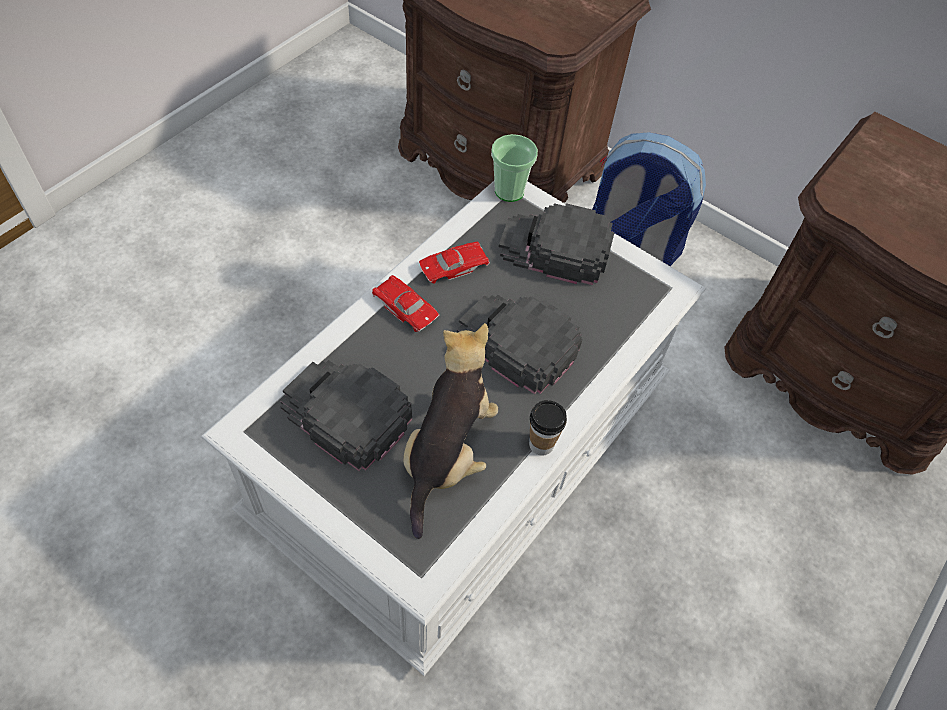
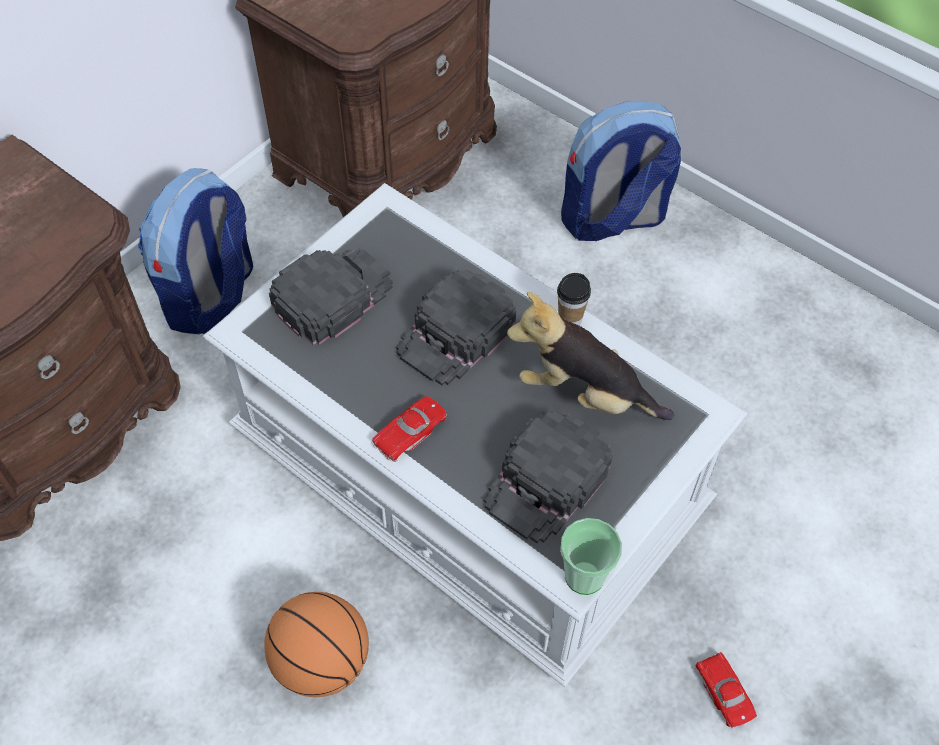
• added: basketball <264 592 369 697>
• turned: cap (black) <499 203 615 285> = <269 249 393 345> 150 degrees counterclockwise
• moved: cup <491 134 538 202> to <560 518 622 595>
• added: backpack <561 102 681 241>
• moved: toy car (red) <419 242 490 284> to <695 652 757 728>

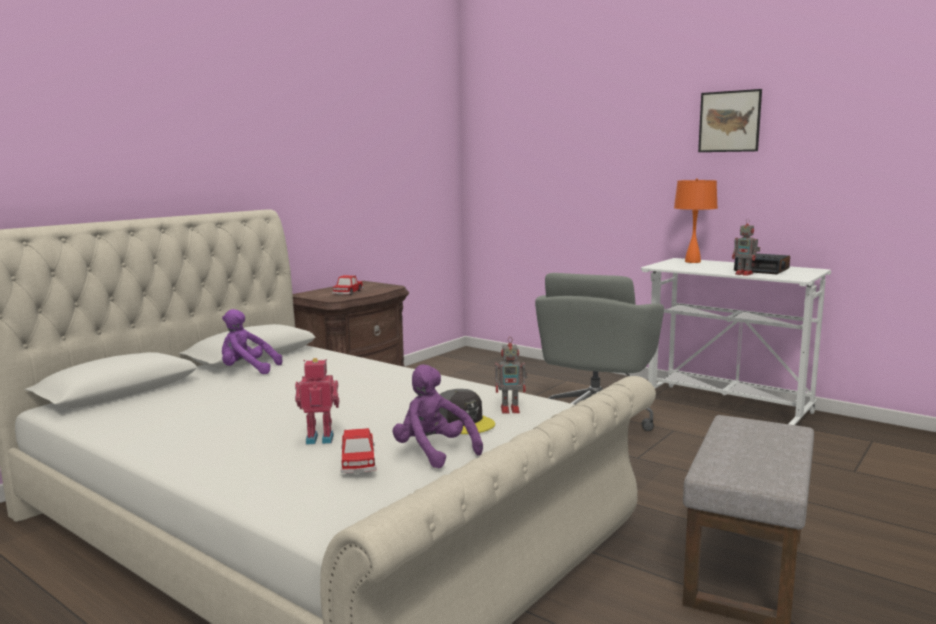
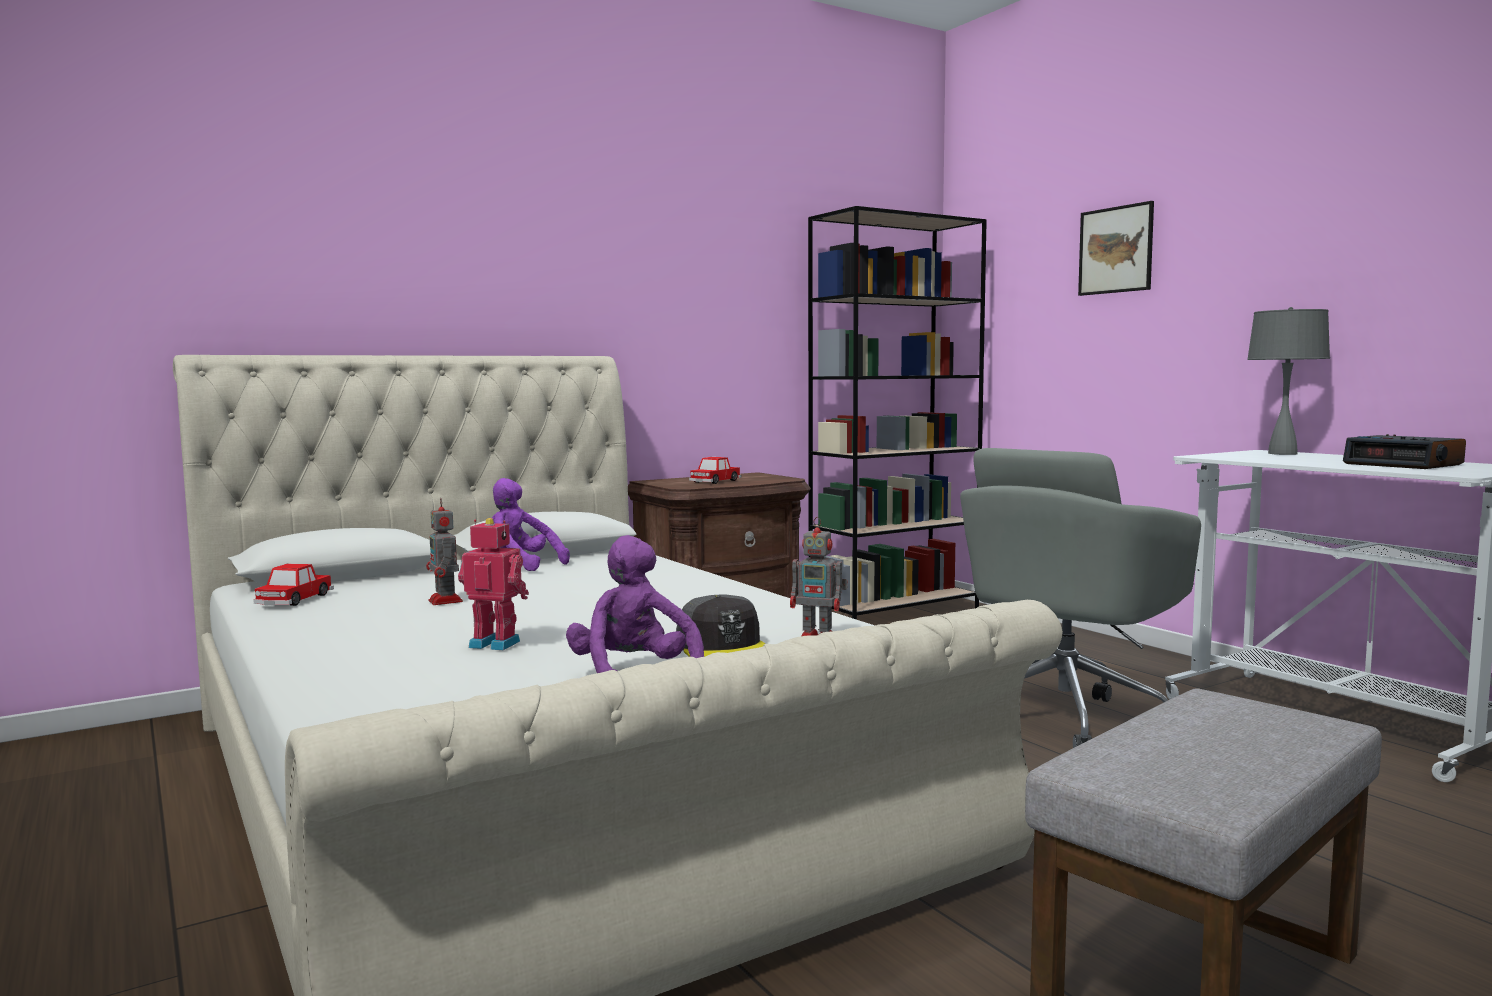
• moved: toy car <340 428 377 474> to <253 564 334 606>
• moved: toy robot <732 219 760 276> to <426 498 463 605>
• added: bookcase (beige) <808 206 987 620>
• moved: picture <698 89 762 152> to <1078 201 1154 296>
• recoloured: table lamp (orange) <674 178 717 263> to table lamp (grey) <1247 307 1330 455>

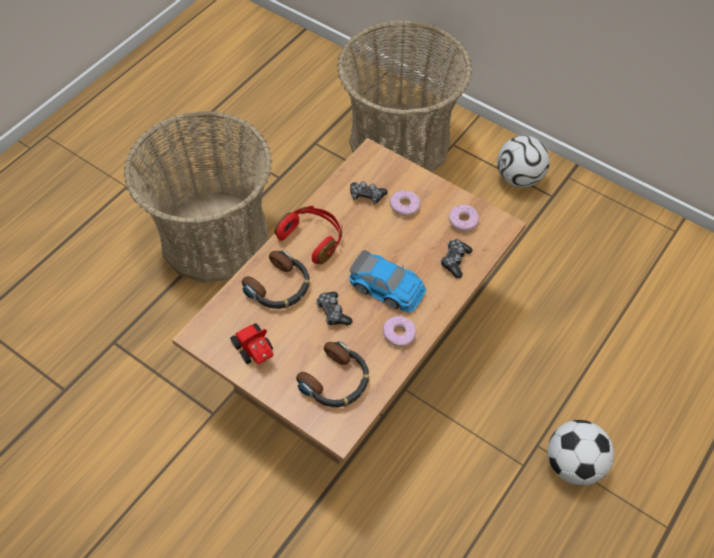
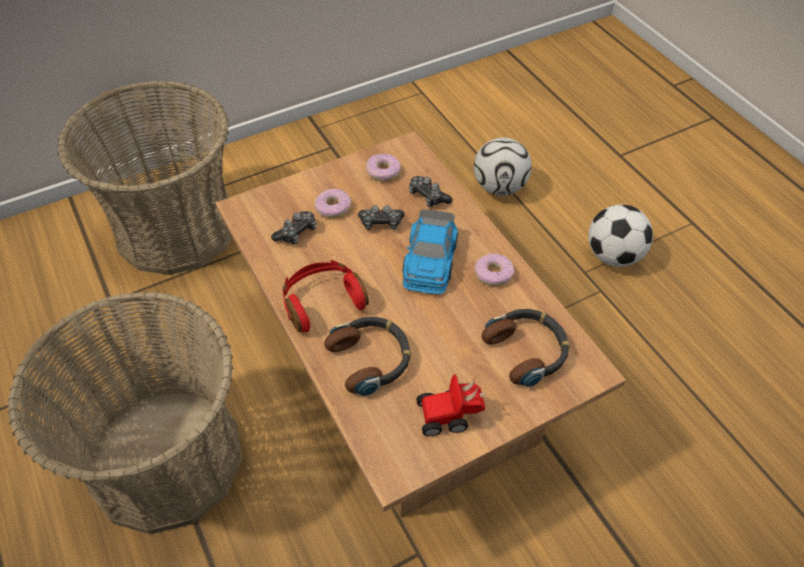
• moved: game controller <316 292 353 325> to <358 205 404 230>
• turned: toy car <349 250 426 313> = <402 210 458 294> 135 degrees clockwise
• moved: football <497 135 550 188> to <474 137 532 196>

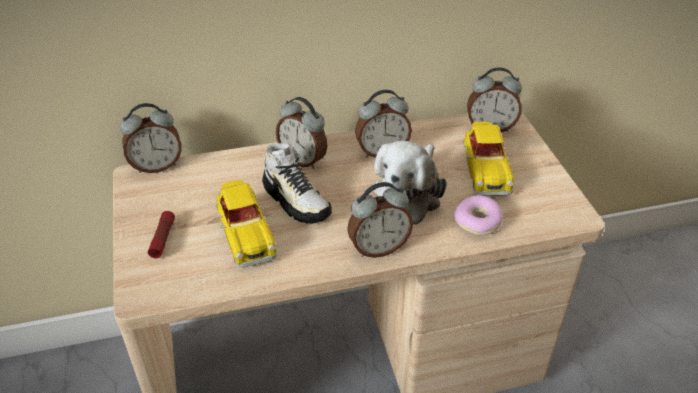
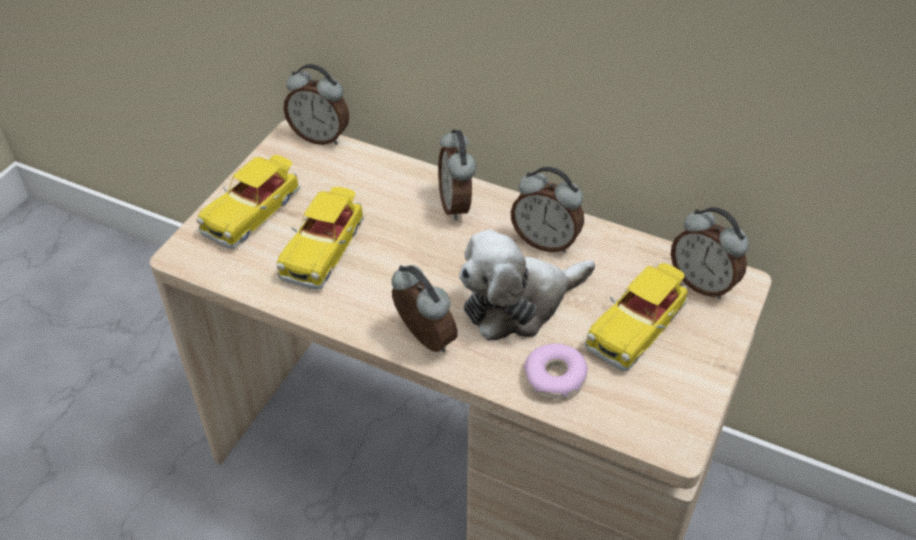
• replaced: flashlight <148 211 175 258> to toy car <196 155 300 249>
• turned: alarm clock <347 182 413 258> = <391 265 458 352> 150 degrees counterclockwise
• removed: shoe <262 143 332 224>

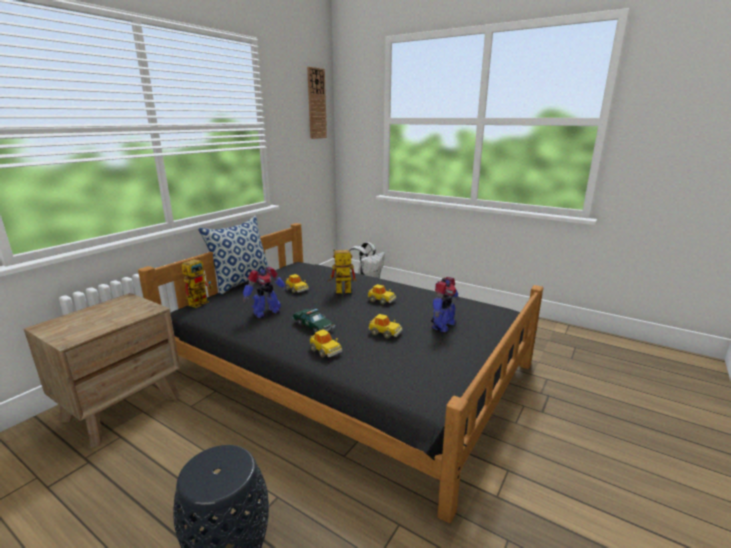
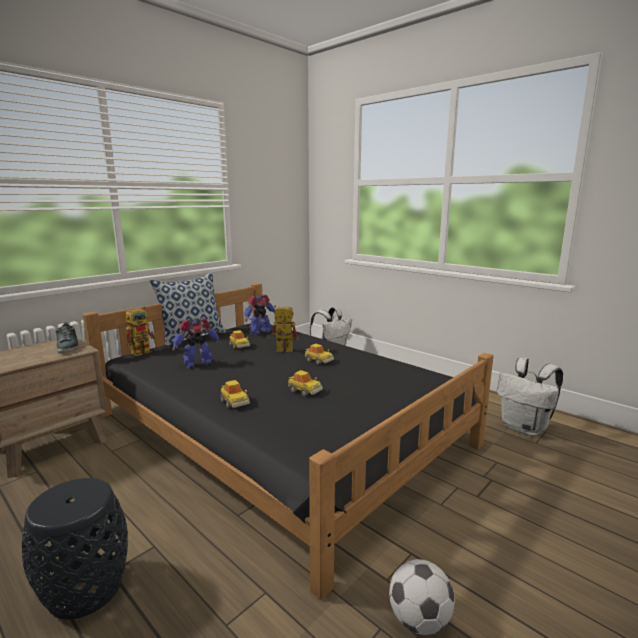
• added: shoe <56 322 79 353>
• moved: toy robot <431 277 459 332> to <244 294 275 335>
• added: football <389 559 455 635>
• added: backpack (white) <497 358 563 436>
• removed: toy car <292 309 335 333>
• removed: wall clock <307 67 327 139>

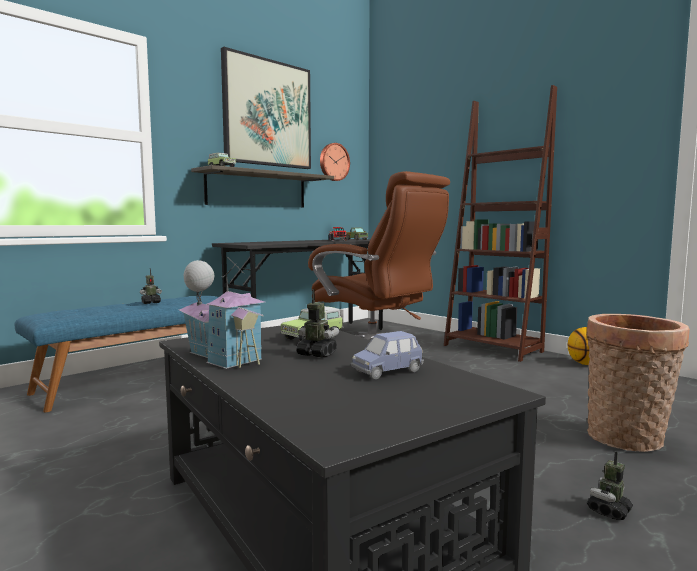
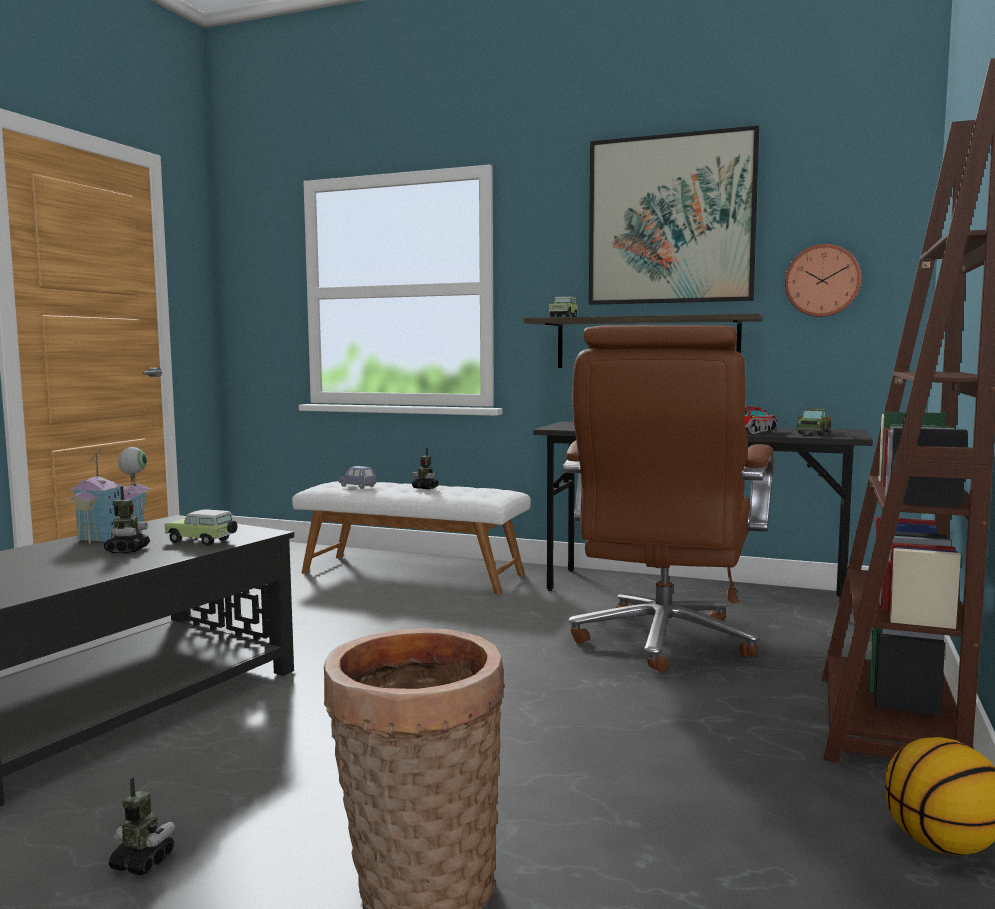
• recoloured: bench (blue) <15 296 219 412> to bench (white) <292 481 531 594>
• moved: toy car (blue) <351 331 424 379> to <339 466 377 489>

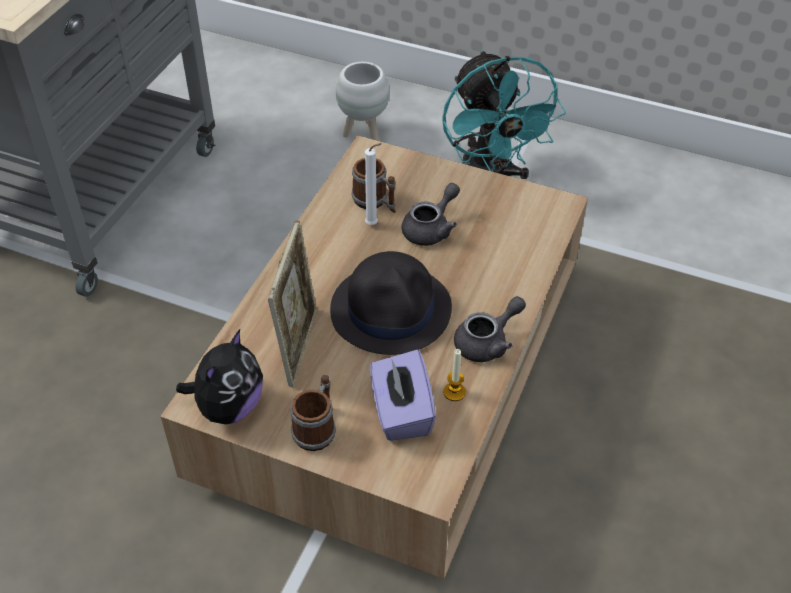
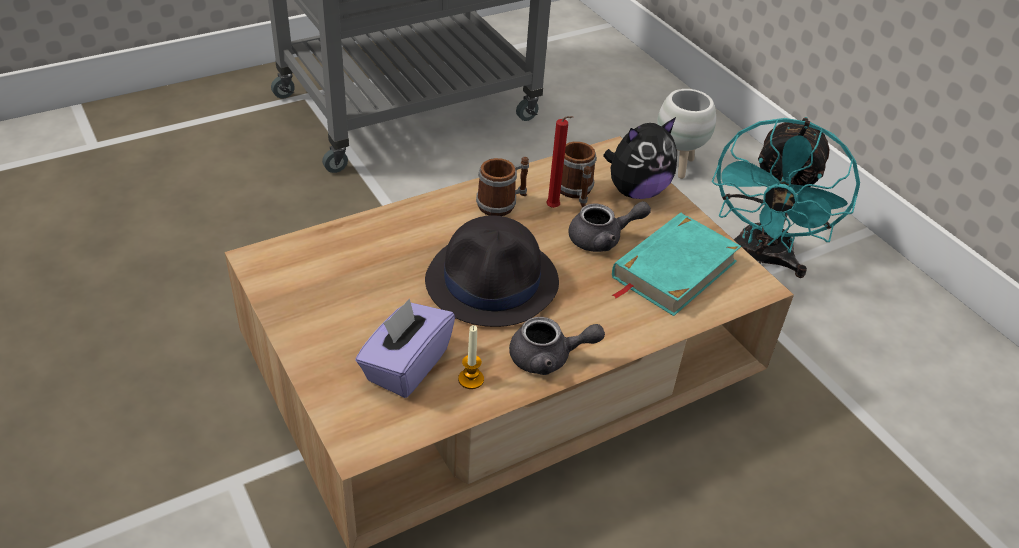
• moved: mug <290 375 336 451> to <476 157 529 216>
• recoloured: candle (white) <365 143 382 225> to candle (red) <546 116 573 208>
• moved: plush toy <176 329 263 424> to <603 117 677 199>
• added: book (turquoise) <612 213 741 316>
• removed: picture frame <268 220 317 387>

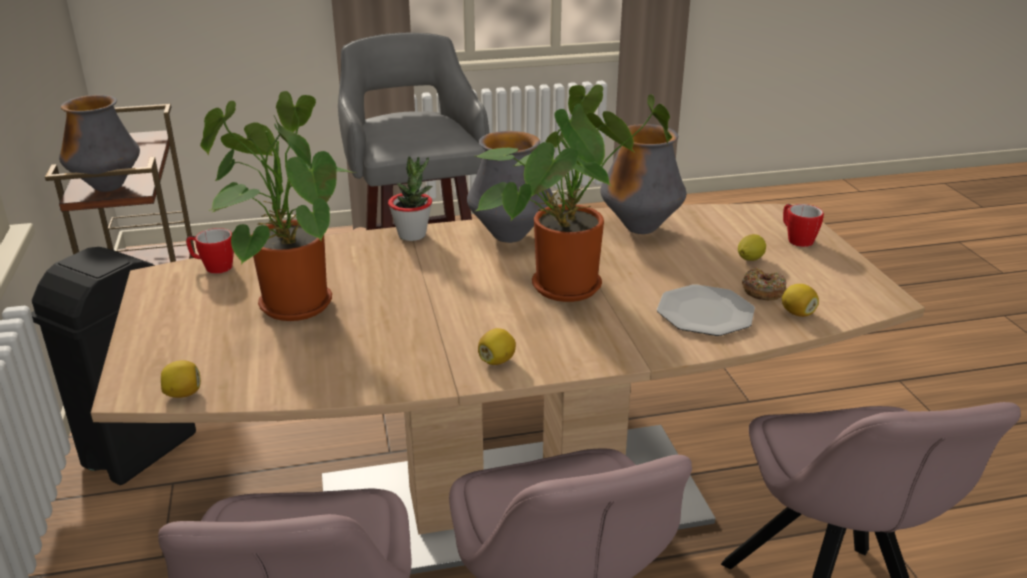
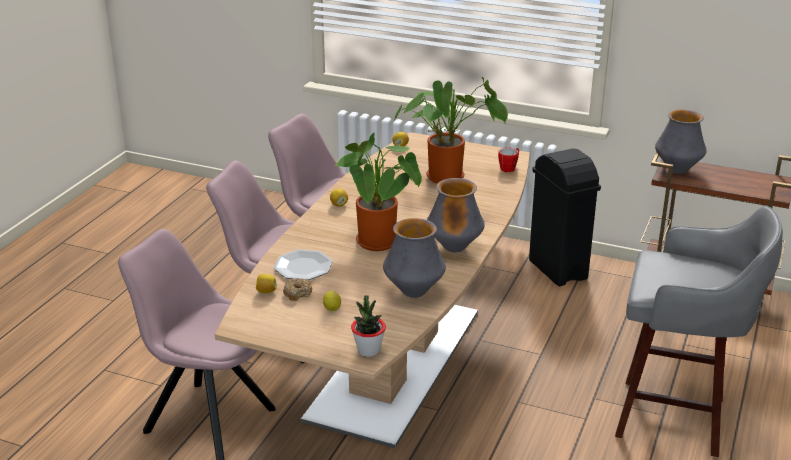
• moved: potted plant <388 156 432 241> to <351 295 386 357>
• removed: mug <783 204 824 247>

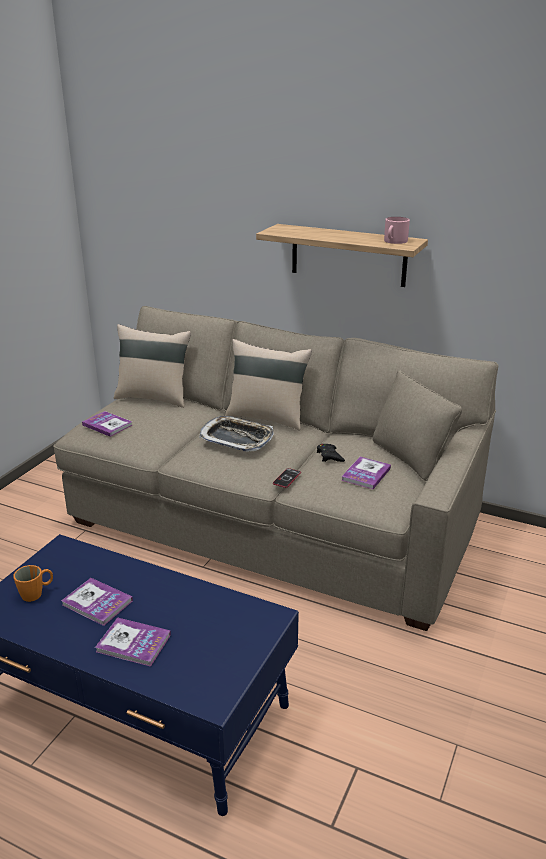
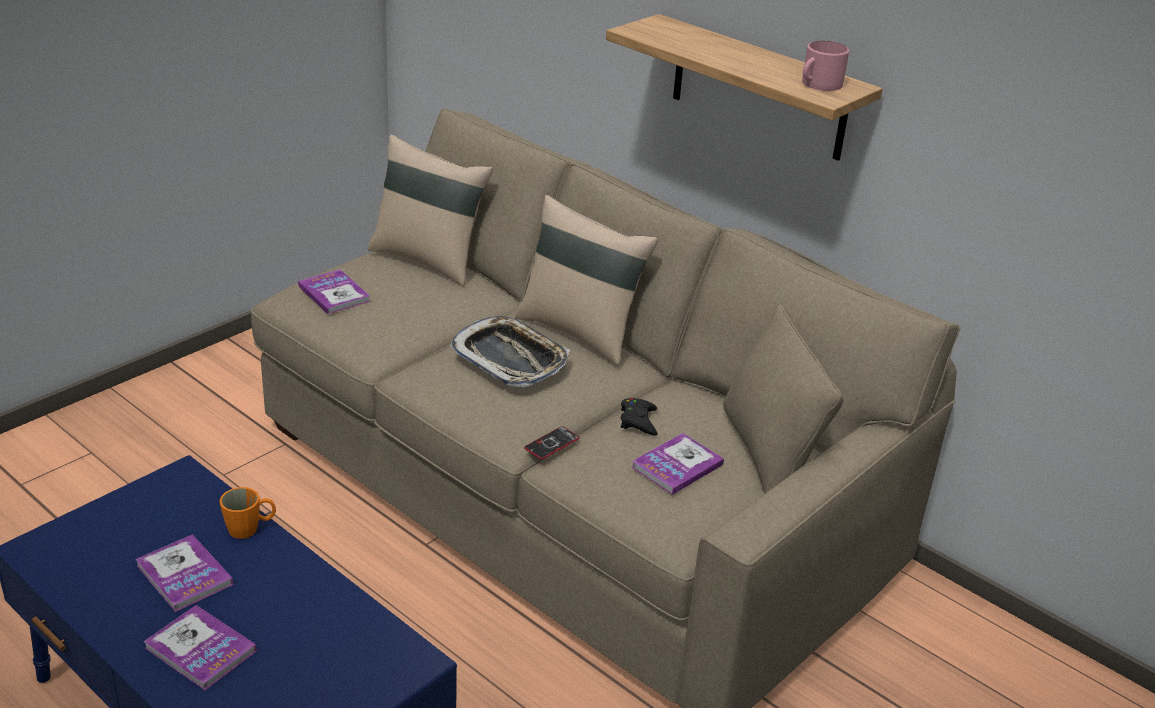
• moved: mug (orange) <13 565 53 602> to <219 487 276 539>

